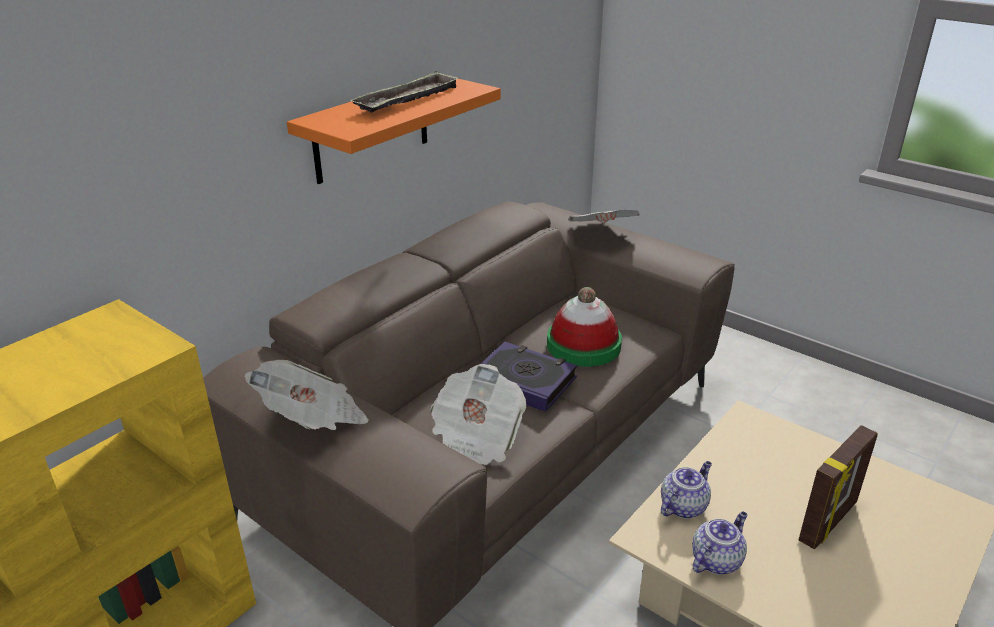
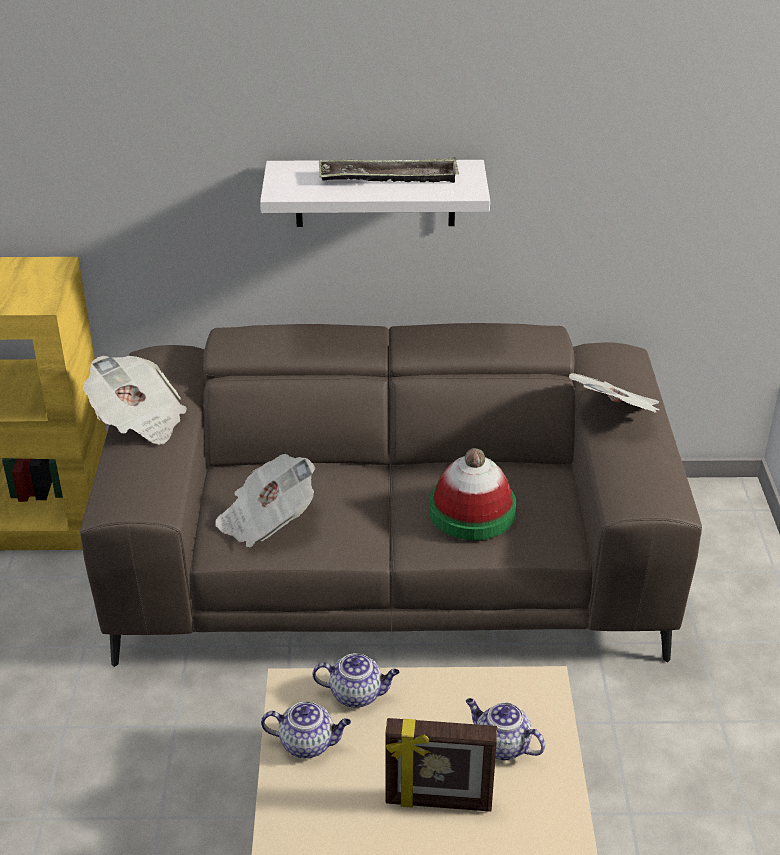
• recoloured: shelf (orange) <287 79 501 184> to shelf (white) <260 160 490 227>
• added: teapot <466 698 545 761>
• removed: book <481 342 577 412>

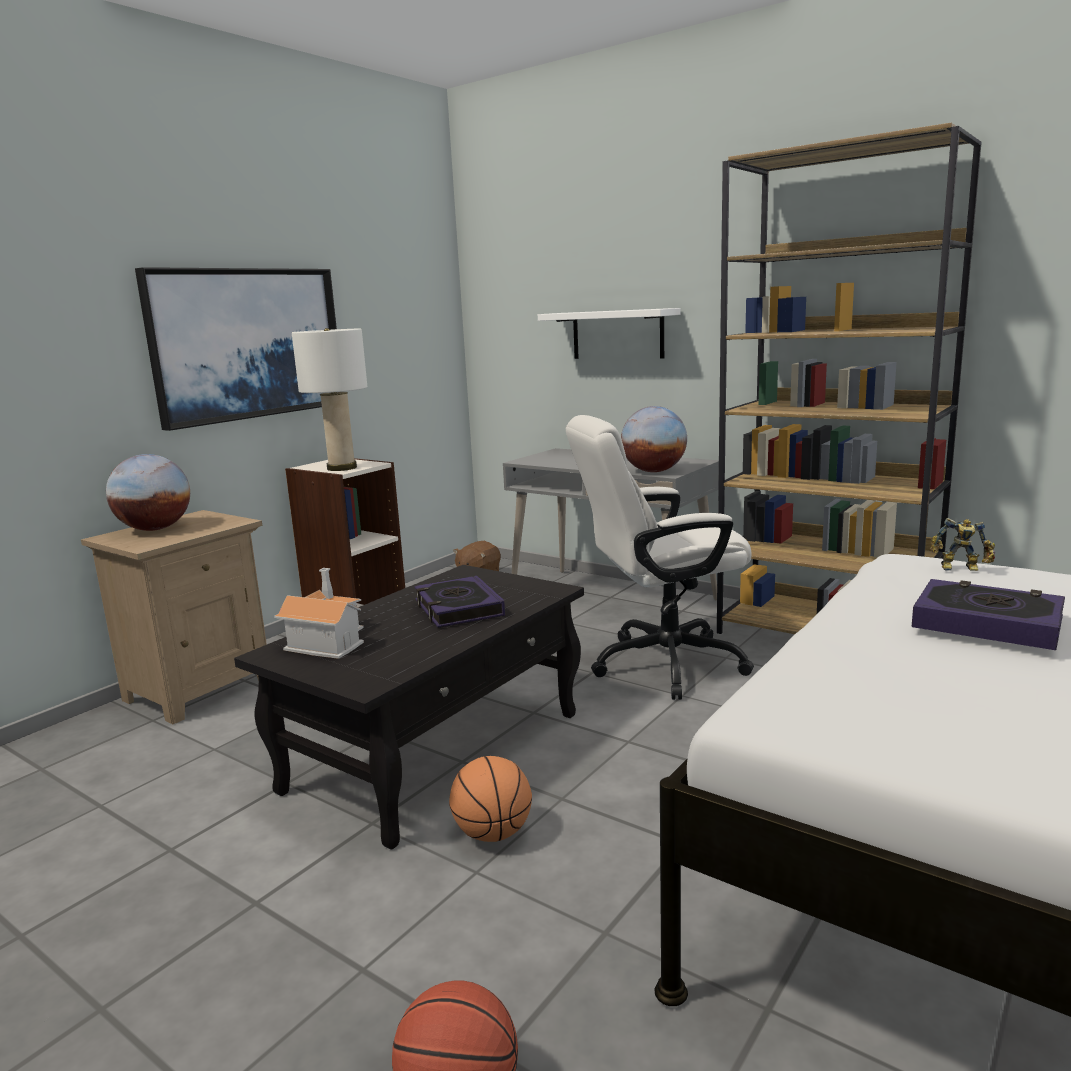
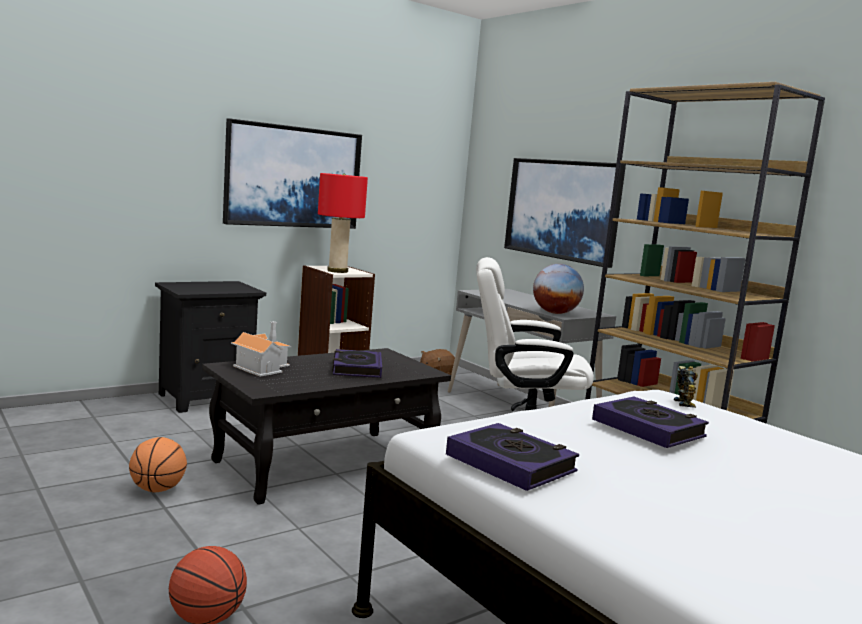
• moved: basketball <449 756 532 842> to <129 437 187 493>
• recoloured: nightstand (beige) <81 510 267 724> to nightstand (black) <155 281 266 413>
• recoloured: table lamp (white) <292 328 367 471> to table lamp (red) <318 173 368 273>
• added: book <446 423 579 491>
• replaced: shelf (white) <538 308 681 359> to picture <504 158 626 268>
• turned: toy robot <930 518 995 571> = <674 366 698 408> 120 degrees counterclockwise
• removed: globe <106 454 190 531>

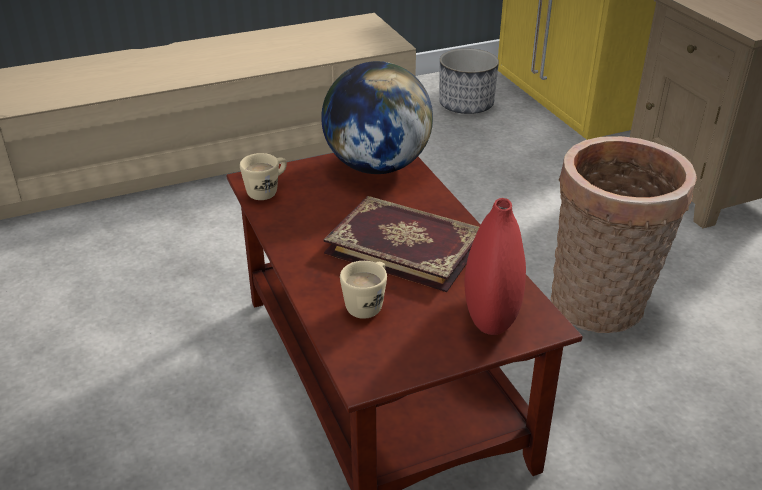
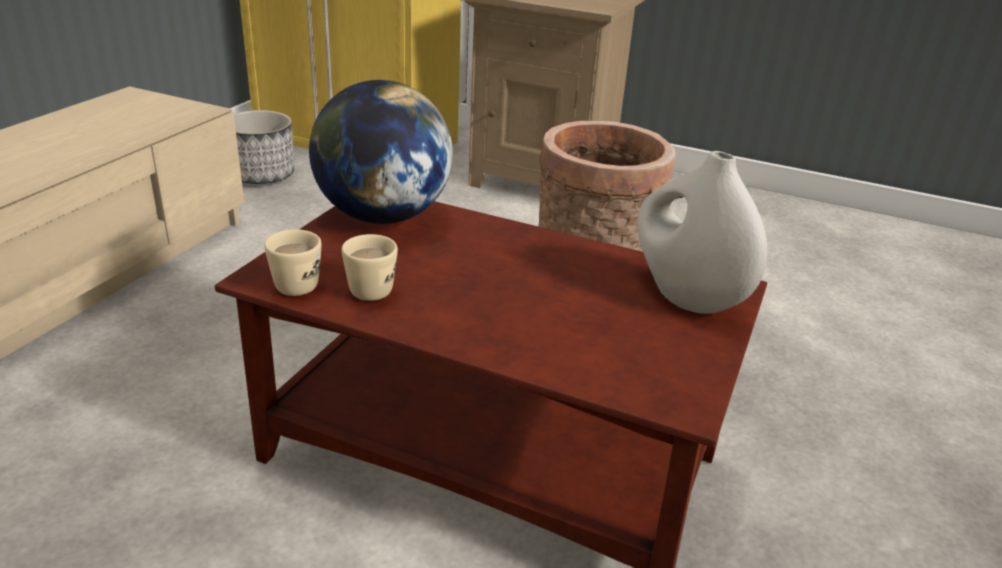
• moved: mug (beige) <340 261 387 319> to <342 234 398 301>
• recoloured: vase (red) <464 198 526 335> to vase (white) <638 151 767 314>
• removed: book <323 196 479 292>

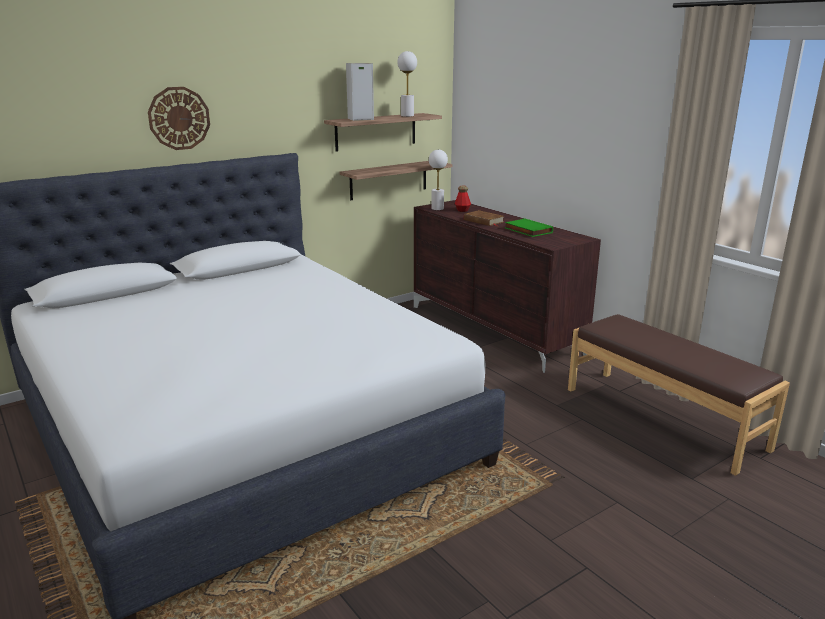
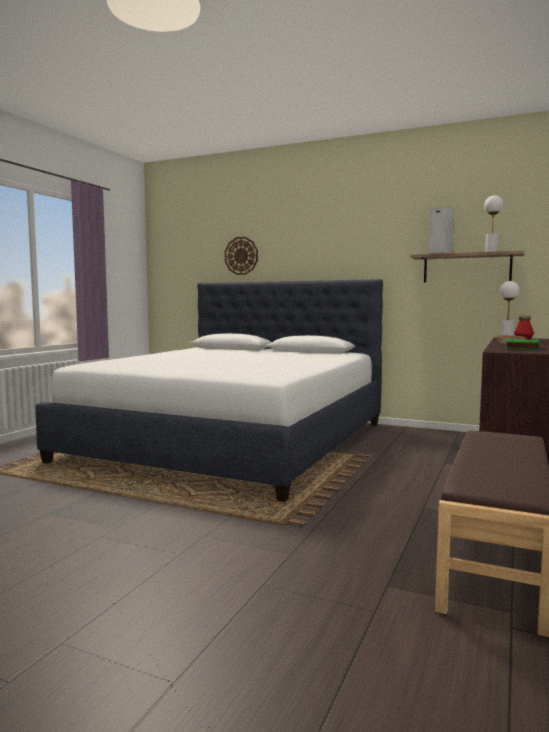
• moved: wall clock <148 87 210 150> to <225 237 258 275>
• removed: shelf <340 161 452 200>

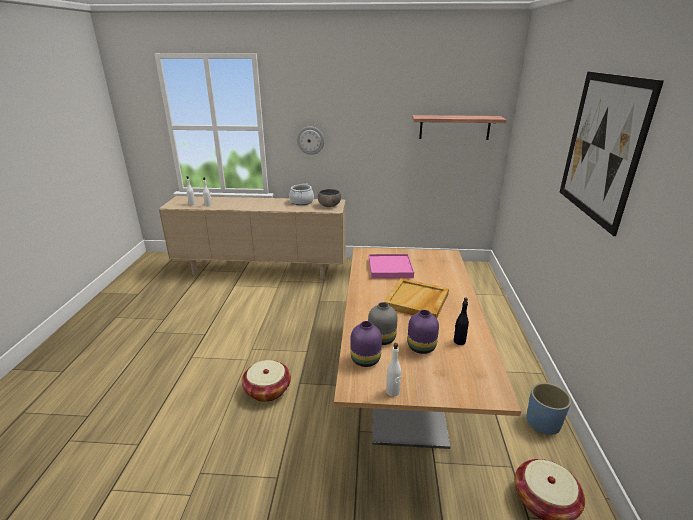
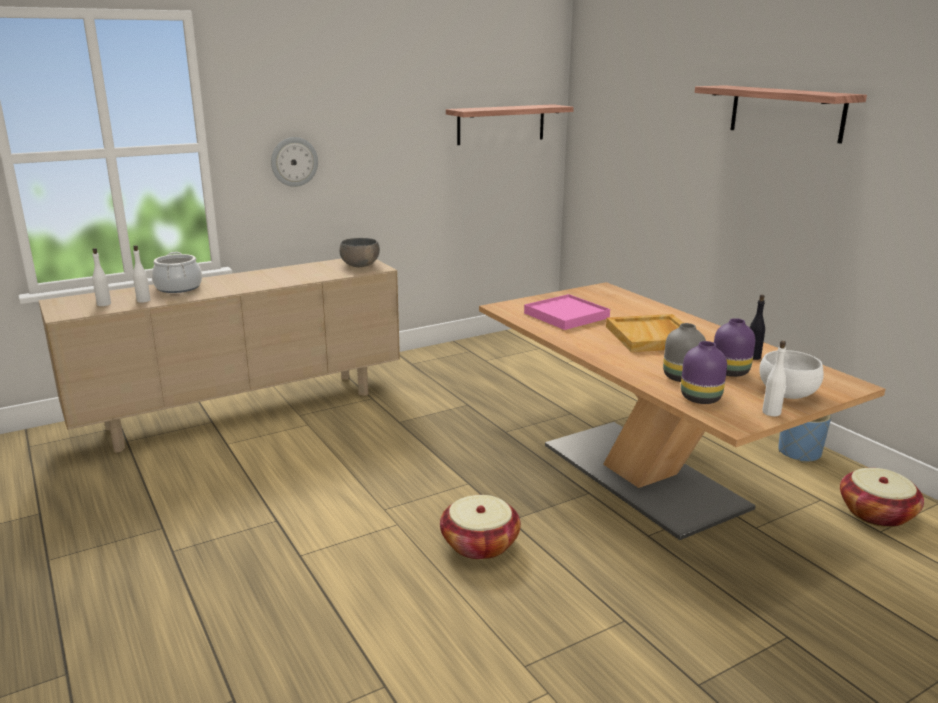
• moved: cooking pot <289 183 314 205> to <152 252 202 293>
• replaced: picture <560 72 664 236> to shelf <695 85 867 144>
• added: bowl (white) <760 350 824 399>

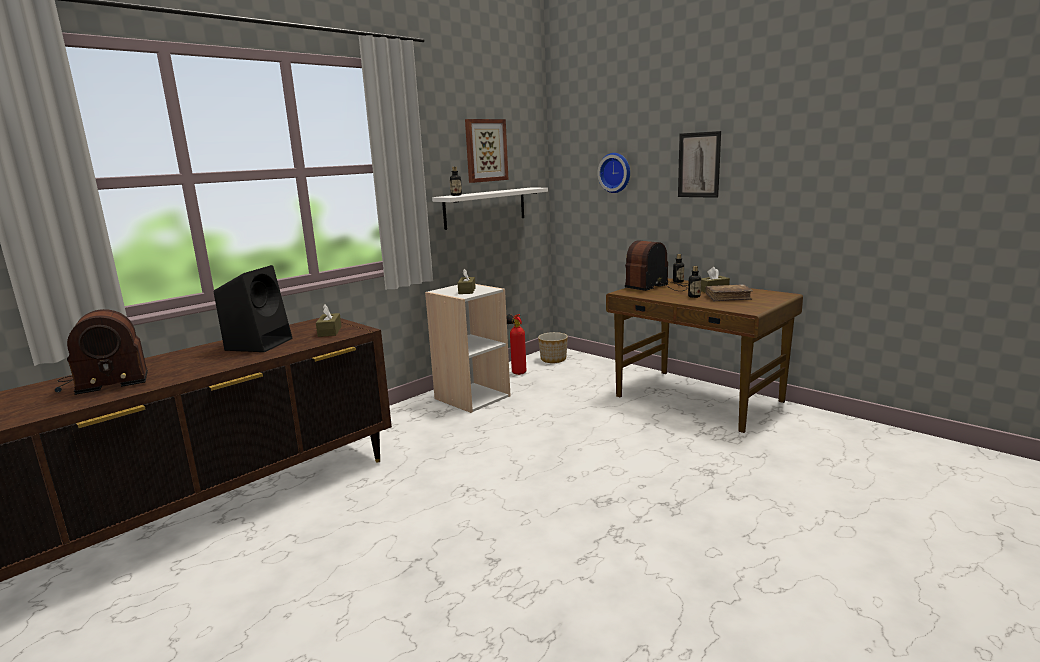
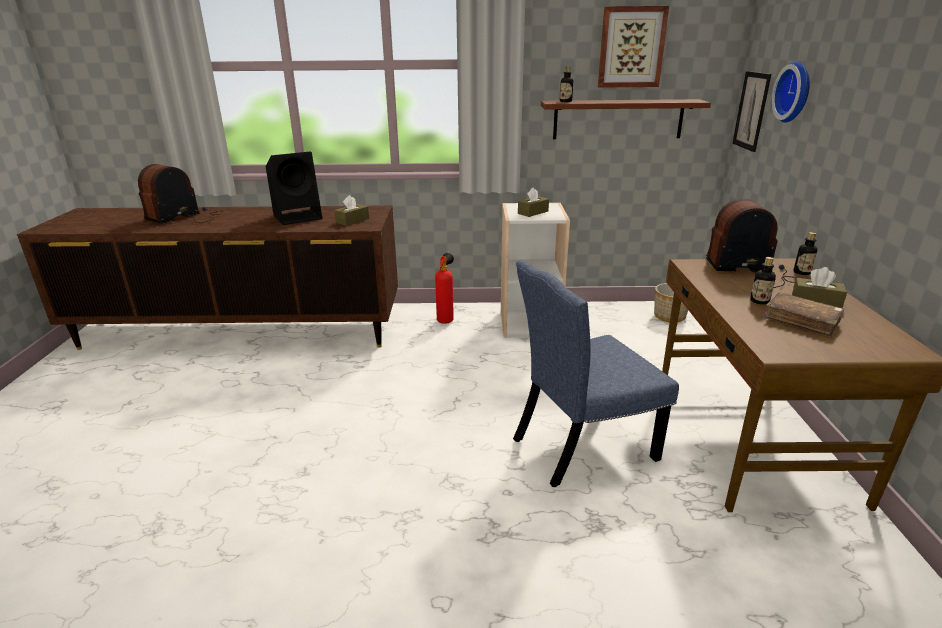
• turned: radio <55 309 148 395> = <138 164 223 224> 105 degrees clockwise
• moved: fire extinguisher <506 314 526 375> to <435 253 454 324>
• added: chair (blue) <513 260 679 487>
• recoloured: shelf (white) <432 188 548 230> to shelf (brown) <541 99 711 139>
• moved: picture <678 131 721 198> to <732 71 771 152>

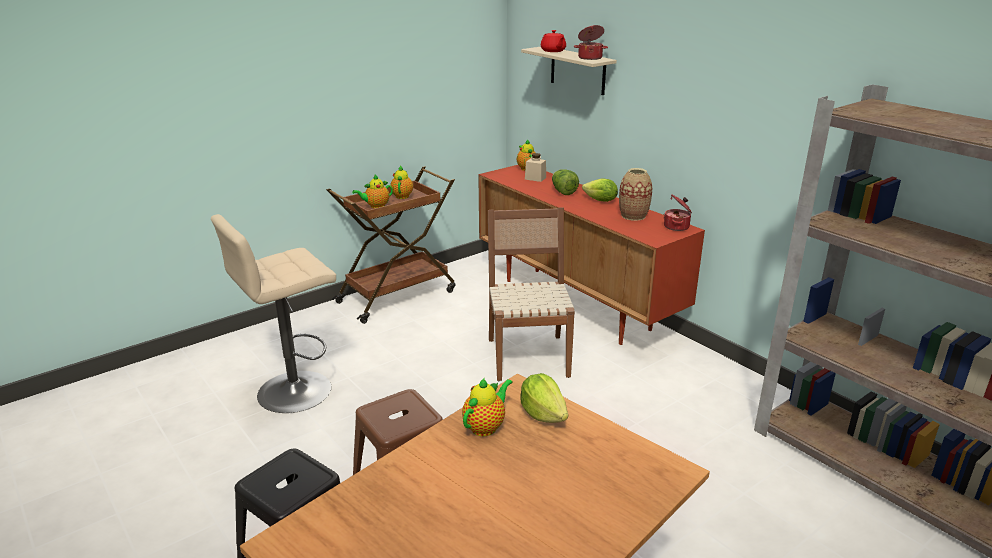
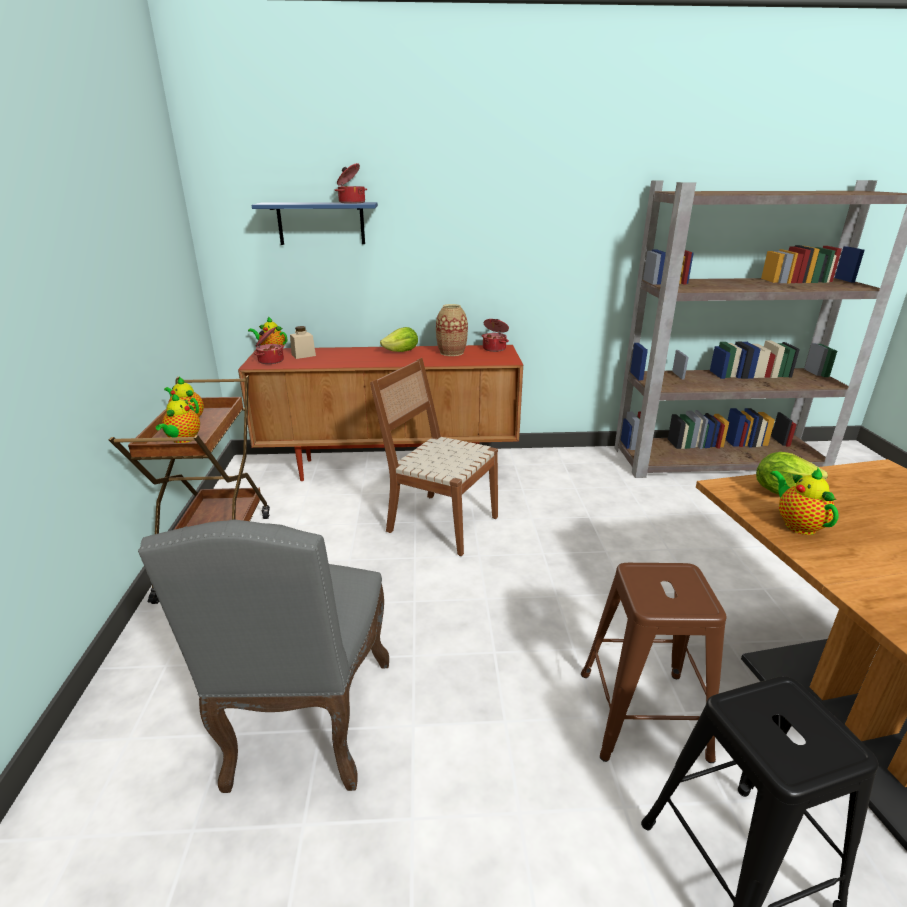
• replaced: stool (beige) <211 214 336 413> to chair (grey) <138 520 389 793>
• recoloured: shelf (beige) <521 47 617 95> to shelf (blue) <252 202 378 245>
• added: cooking pot <254 327 284 364>
• removed: teapot (red) <541 30 566 52>
• removed: lettuce <552 169 579 195>

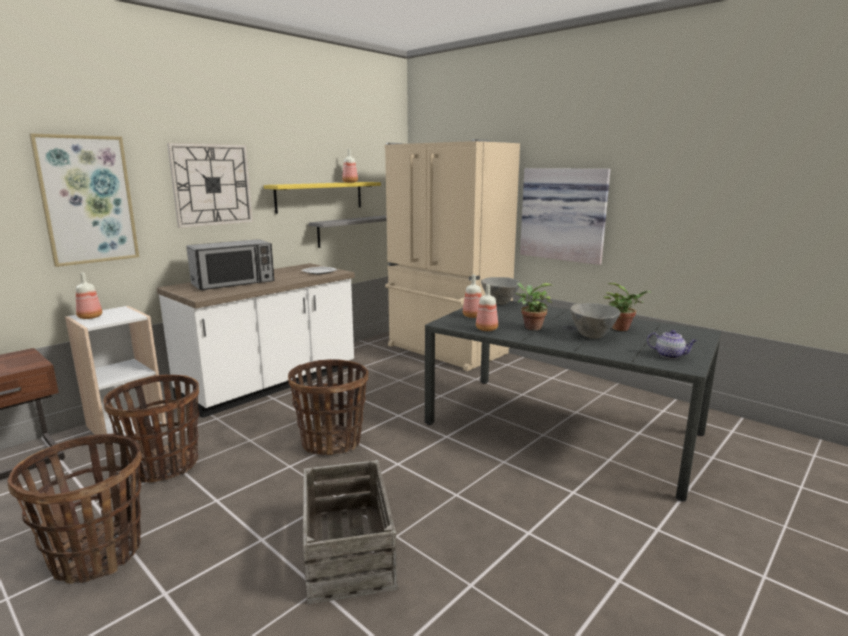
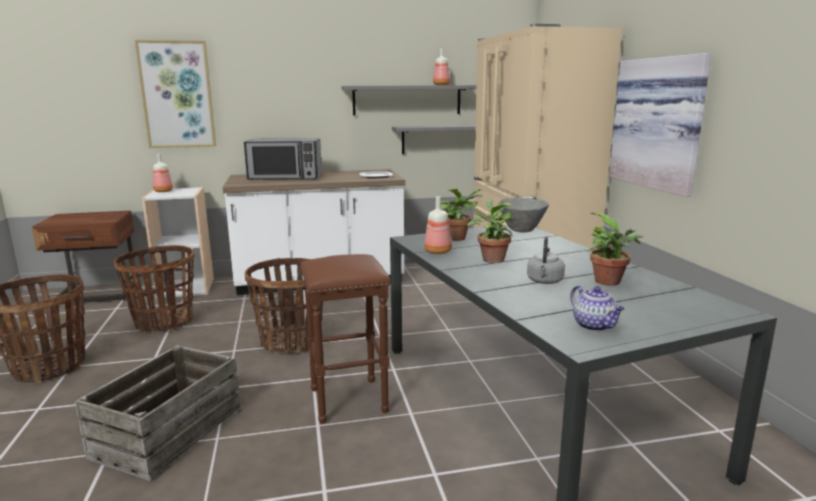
• added: stool (brown) <300 254 391 424>
• recoloured: shelf (yellow) <264 182 381 214> to shelf (grey) <342 85 477 115>
• replaced: bottle <463 275 482 318> to potted plant <441 188 482 241>
• replaced: bowl (grey) <570 303 621 339> to kettle (grey) <527 236 565 284>
• removed: wall clock <167 143 253 228>

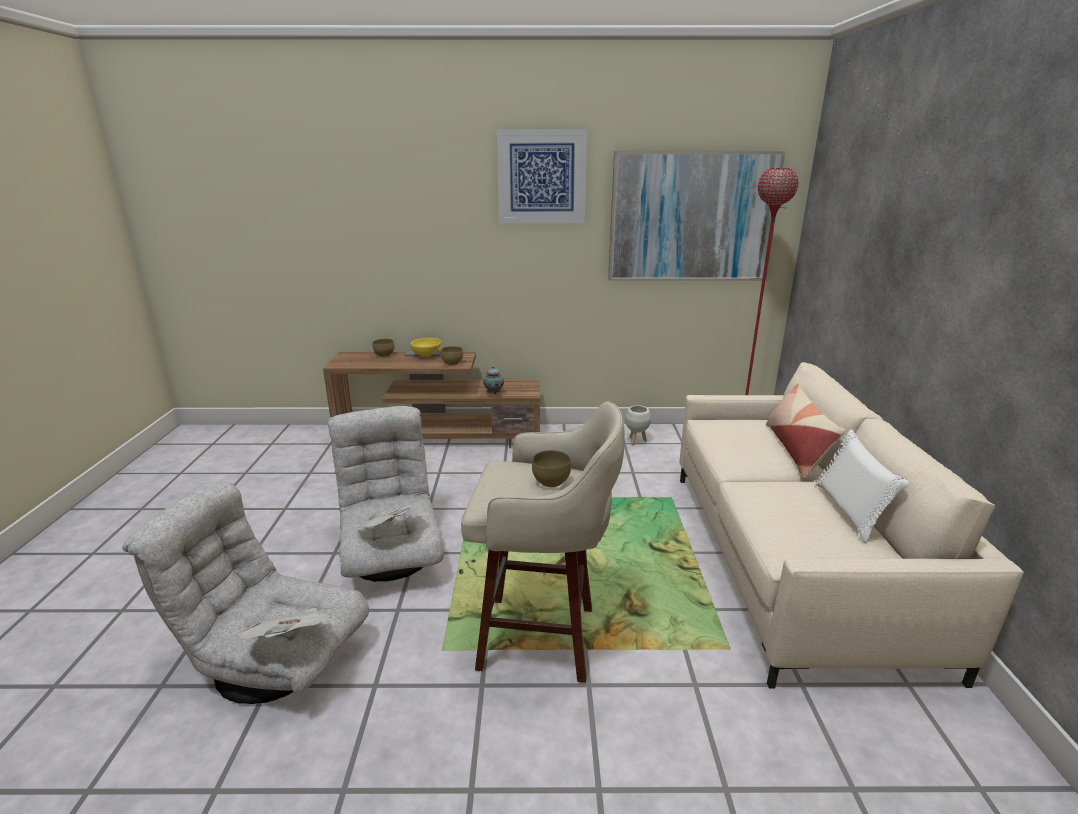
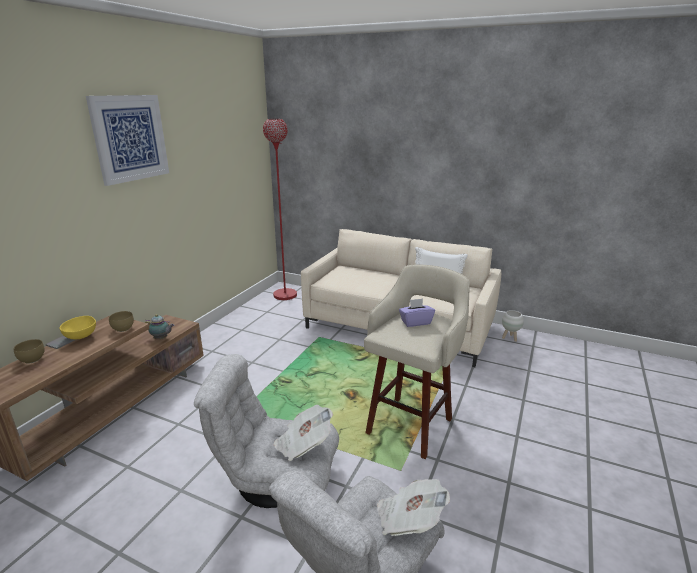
• replaced: bowl (brown) <532 450 571 487> to tissue box (purple) <399 298 435 327>
• moved: planter (white) <625 405 651 445> to <502 310 524 342>
• removed: picture <608 151 786 281>
• removed: pillow <766 383 845 479>

